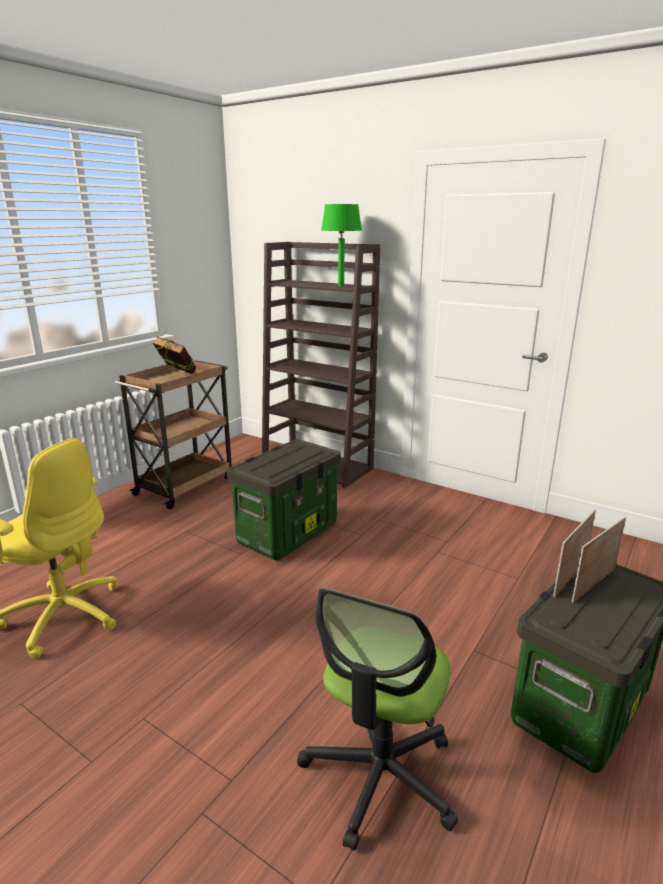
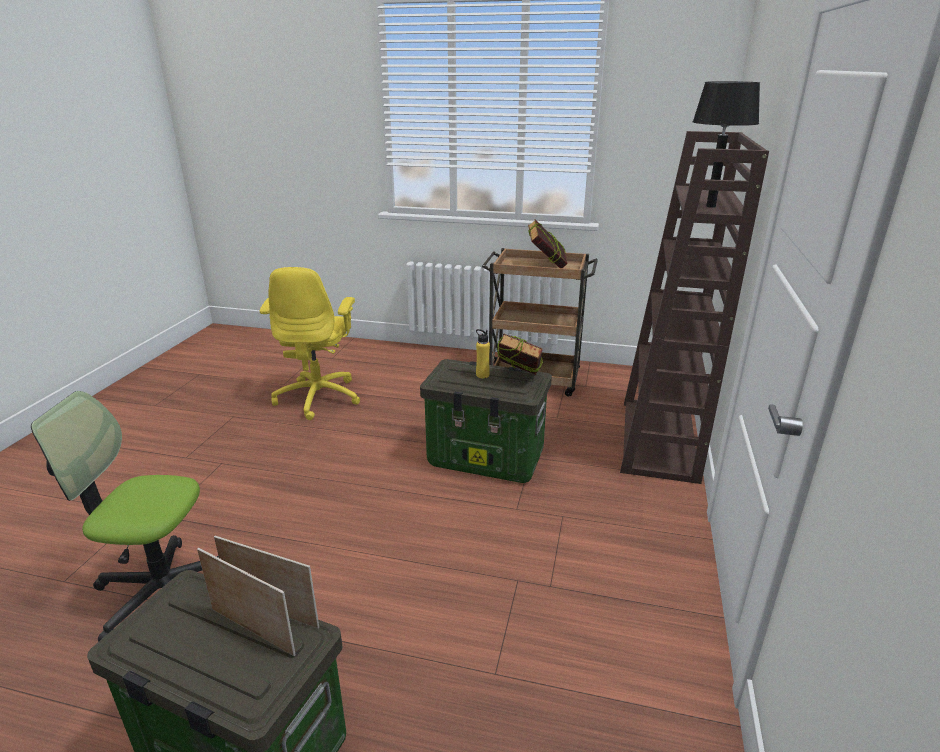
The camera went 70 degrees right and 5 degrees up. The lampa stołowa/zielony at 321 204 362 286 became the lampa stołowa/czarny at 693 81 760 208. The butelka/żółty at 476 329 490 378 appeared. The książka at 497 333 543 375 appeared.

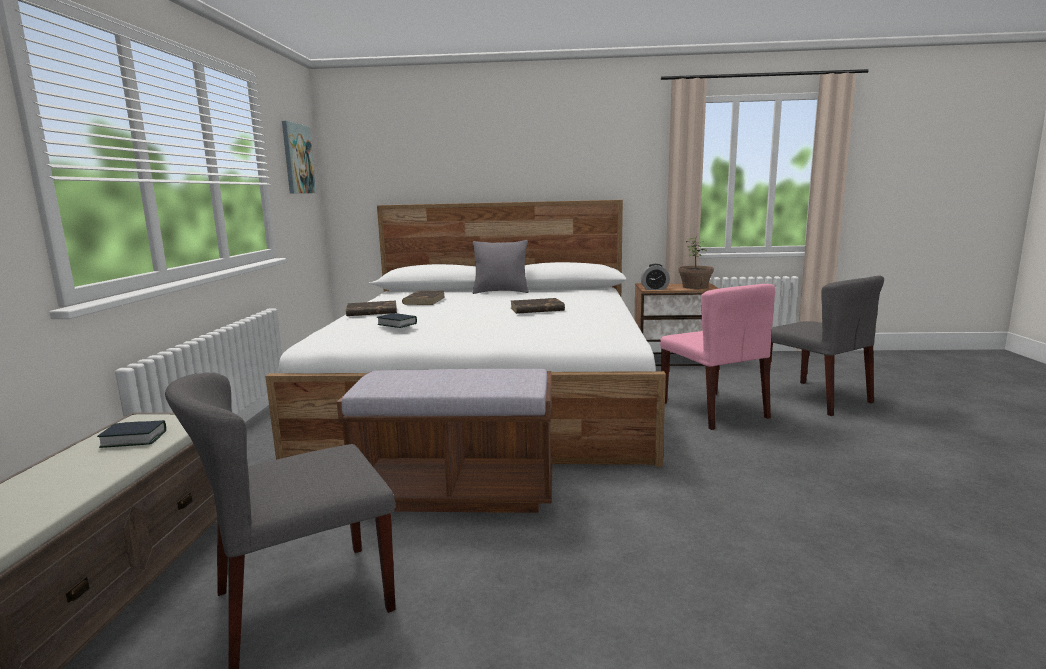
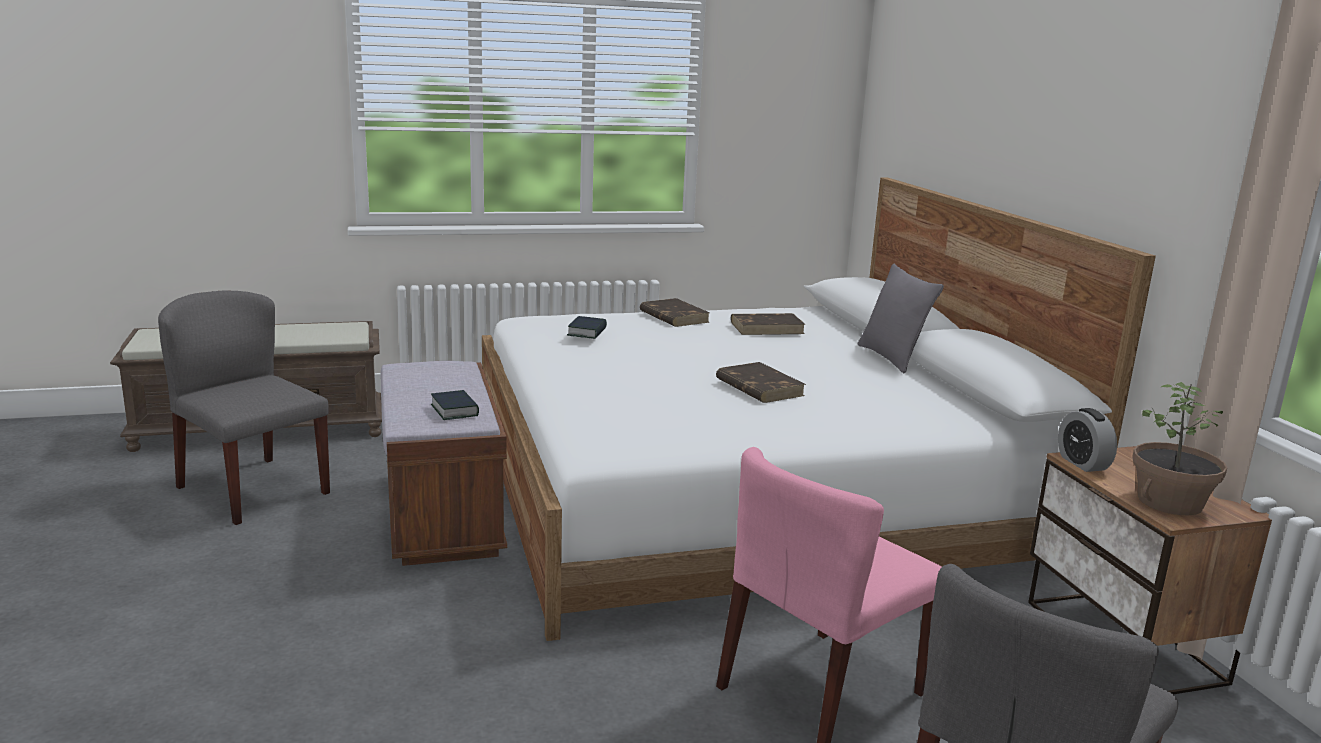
The camera went 70 degrees right and 5 degrees up. The książka moved from 97 420 166 448 to 431 390 479 420. The obraz at 282 121 316 194 disappeared.

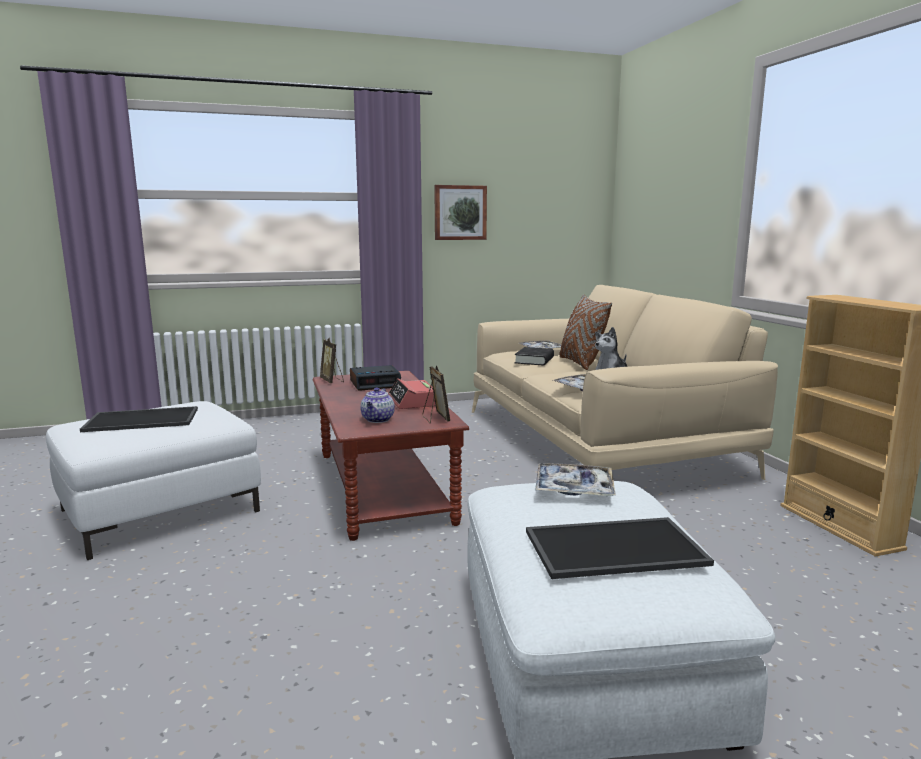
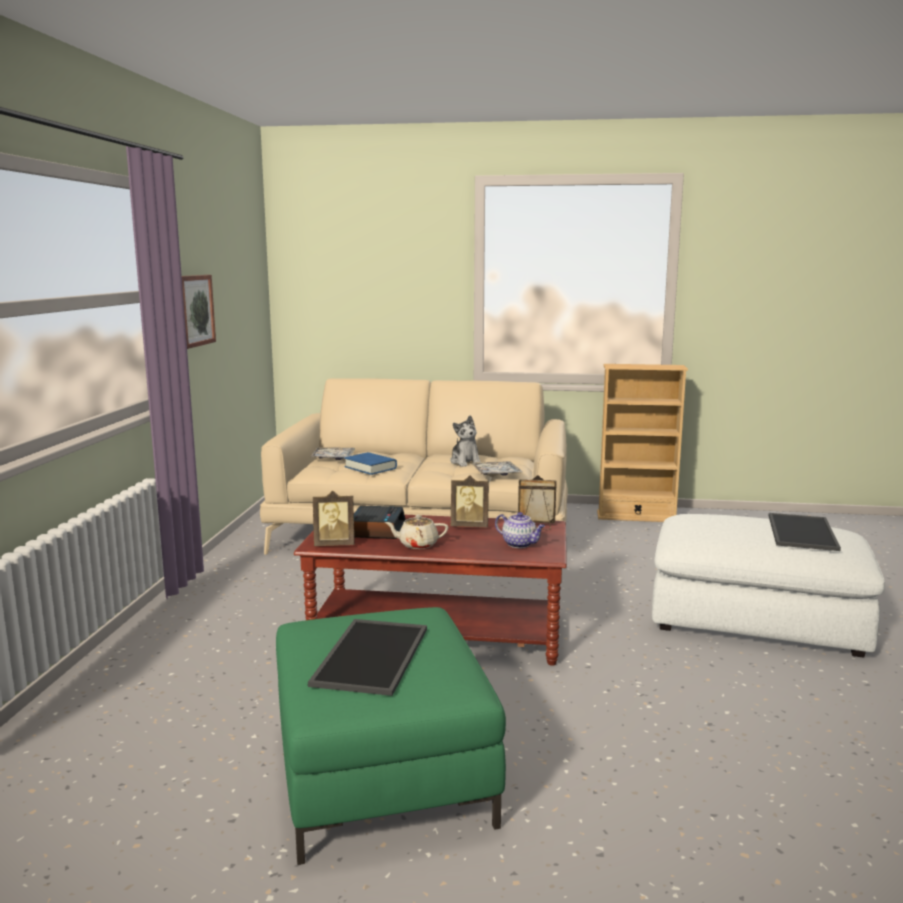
The camera went 65 degrees left and 0 degrees up. The pufa/biały at 46 401 261 560 became the pufa/zielony at 276 607 506 865. The budzik at 388 378 436 409 was replaced by the ramka na zdjęcie at 451 475 489 527. The książka/czarny at 515 347 554 365 became the książka/niebieski at 344 452 397 475. The taca at 535 463 616 496 disappeared. The poduszka/brązowy at 560 294 612 370 disappeared. The imbryk/beżowy at 384 515 448 549 appeared.

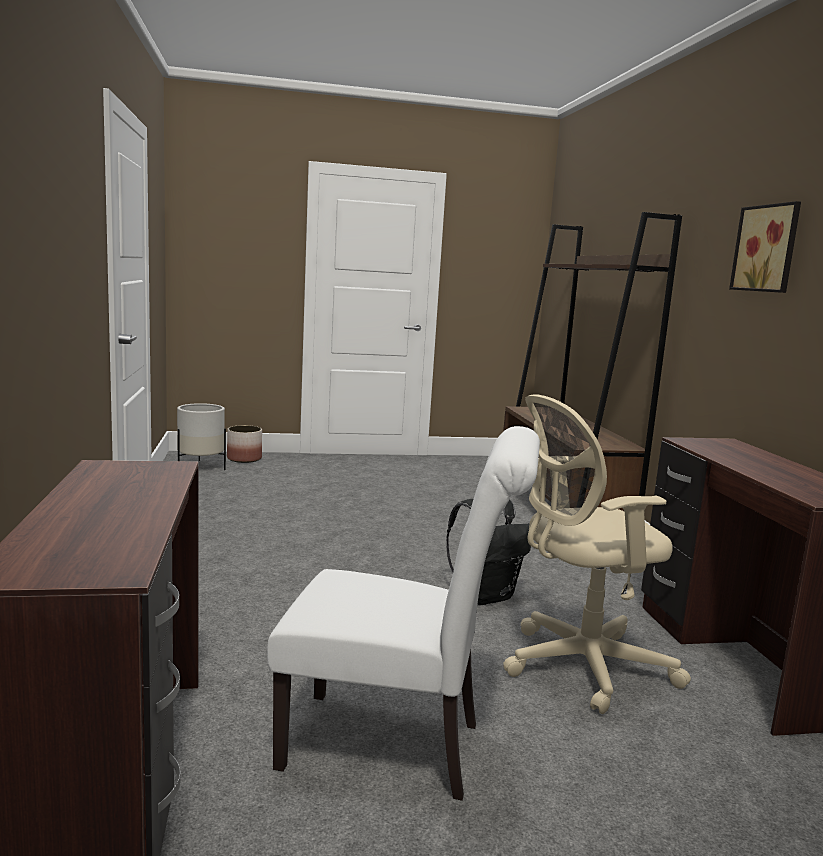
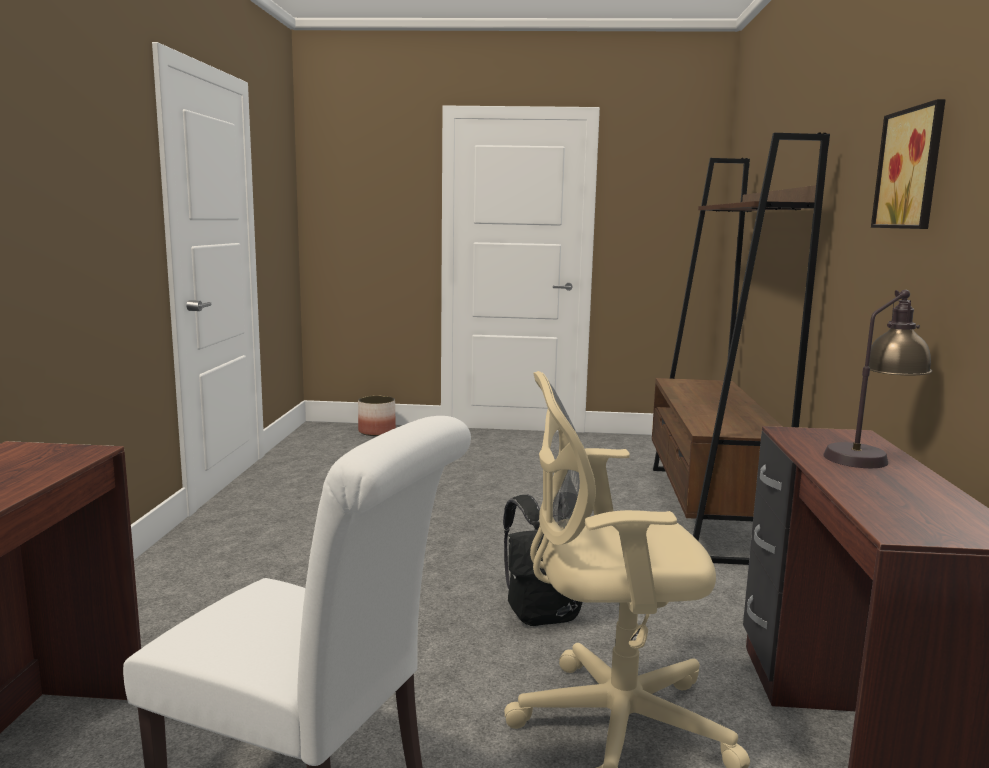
The camera went 15 degrees right and 0 degrees up. The donica/biały at 177 403 226 470 disappeared. The lampa stołowa at 823 290 932 468 appeared.

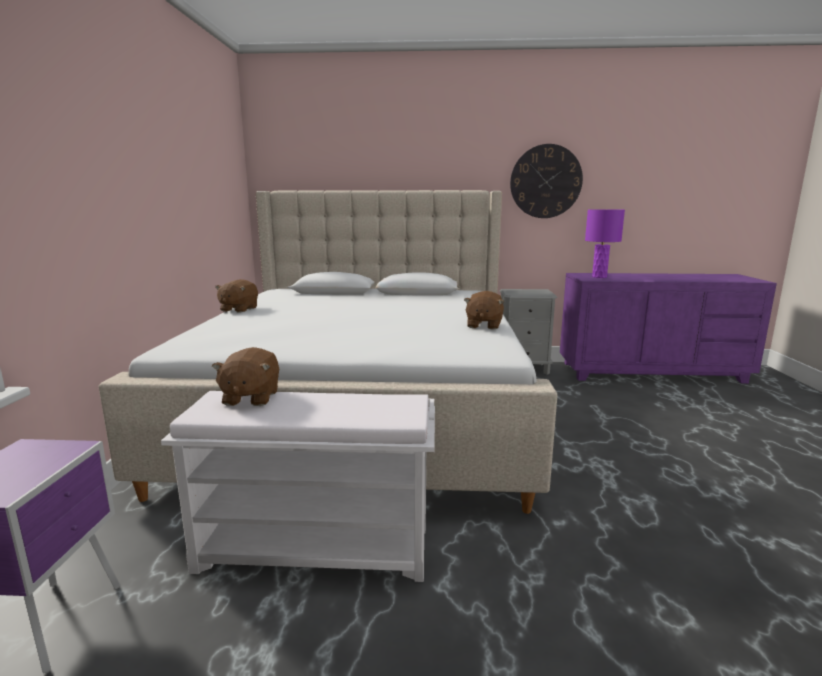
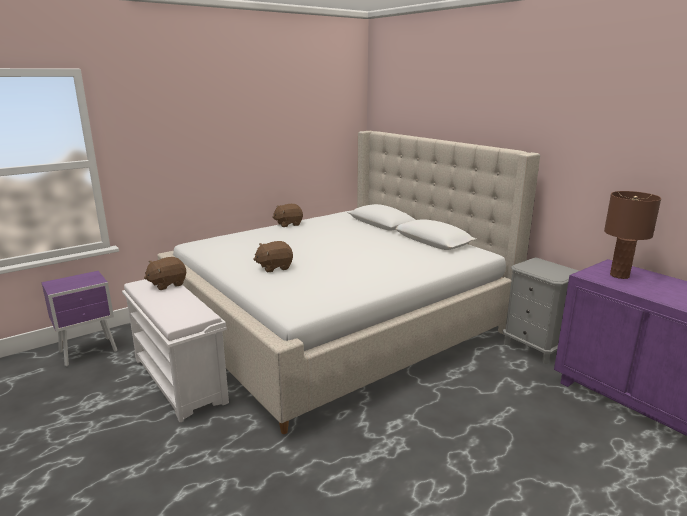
The camera went 50 degrees right and 5 degrees up. The pluszak/brązowy moved from 464 291 504 329 to 253 241 293 272. The zegar ścienny at 510 144 583 218 disappeared. The lampa stołowa/fioletowy at 585 209 625 278 became the lampa stołowa/brązowy at 604 191 661 279.

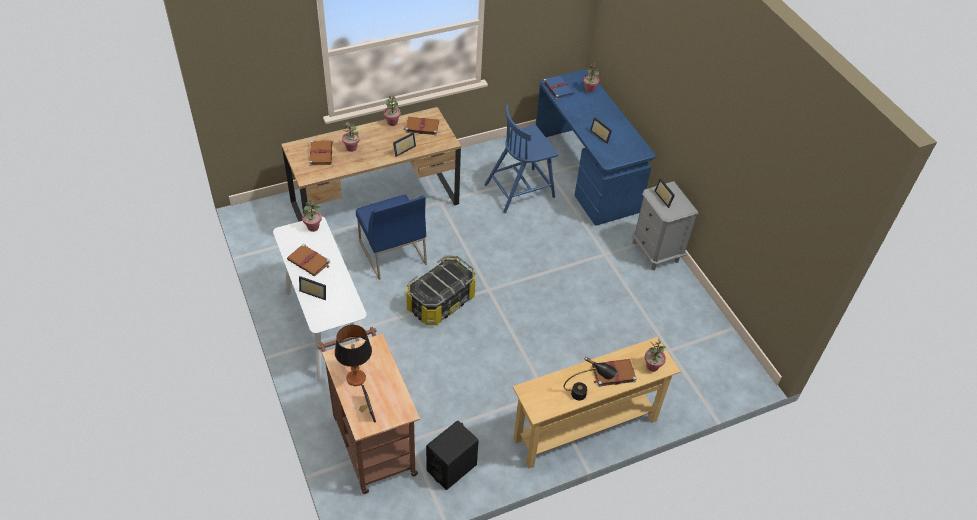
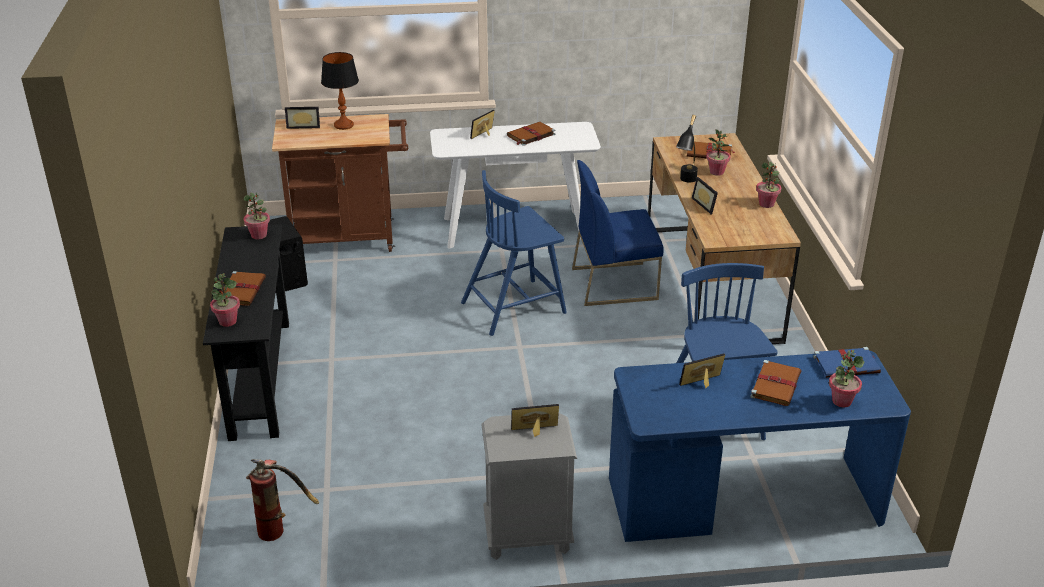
The camera went 110 degrees right and 15 degrees down. The roślina doniczkowa moved from 302 200 322 232 to 244 193 270 239. The książka/brązowy moved from 403 117 439 135 to 750 360 801 406. The pojemnik do przechowywania at 406 256 476 325 was replaced by the krzesło/niebieski at 461 170 567 336. The stolik konsolowy/beżowy at 513 337 681 469 became the stolik konsolowy/czarny at 203 224 289 441. The lampa stołowa/czarny moved from 564 357 617 401 to 676 115 698 183. The gaśnica at 246 459 319 541 appeared.

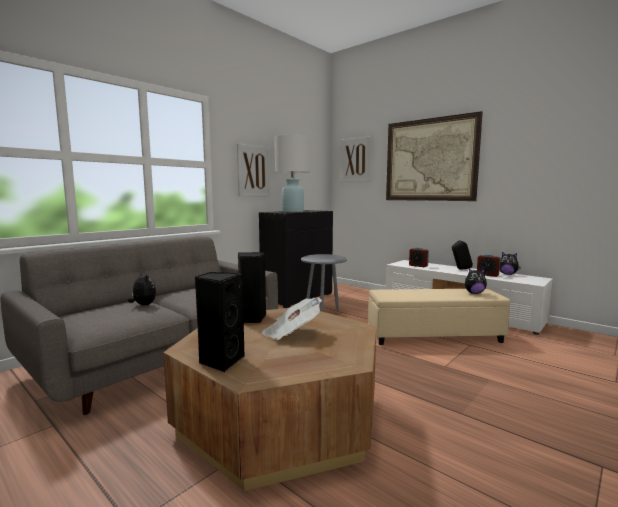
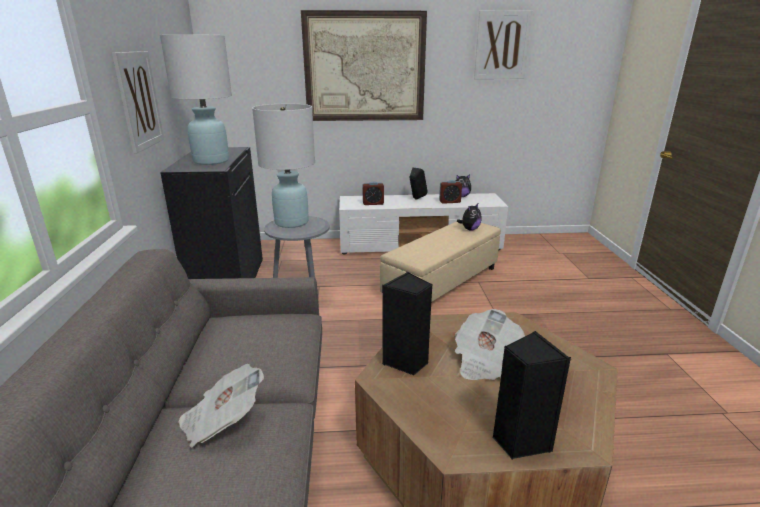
The camera went 45 degrees left and 15 degrees up. The pluszak at 128 272 156 305 was replaced by the gazeta at 178 364 264 448. The obraz moved from 341 136 372 182 to 474 10 532 79. The lampa stołowa/biały at 252 104 315 228 appeared.

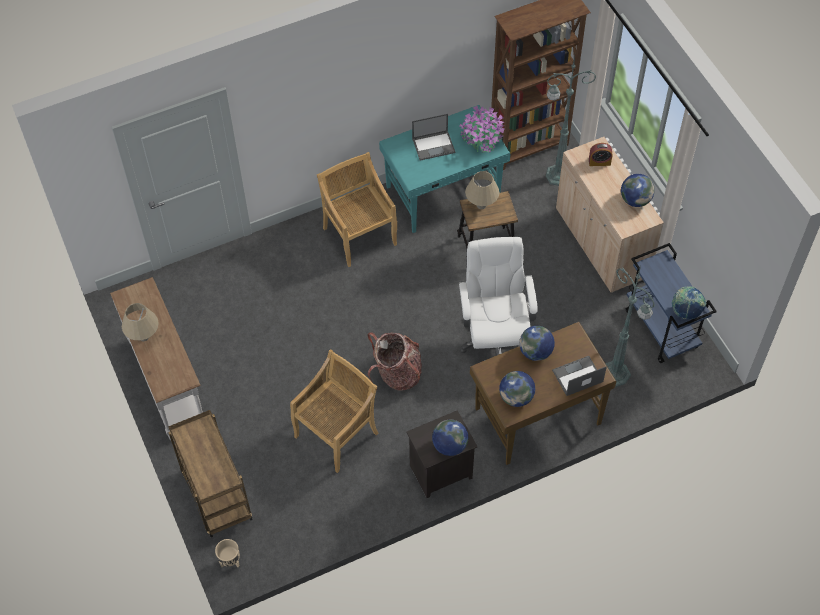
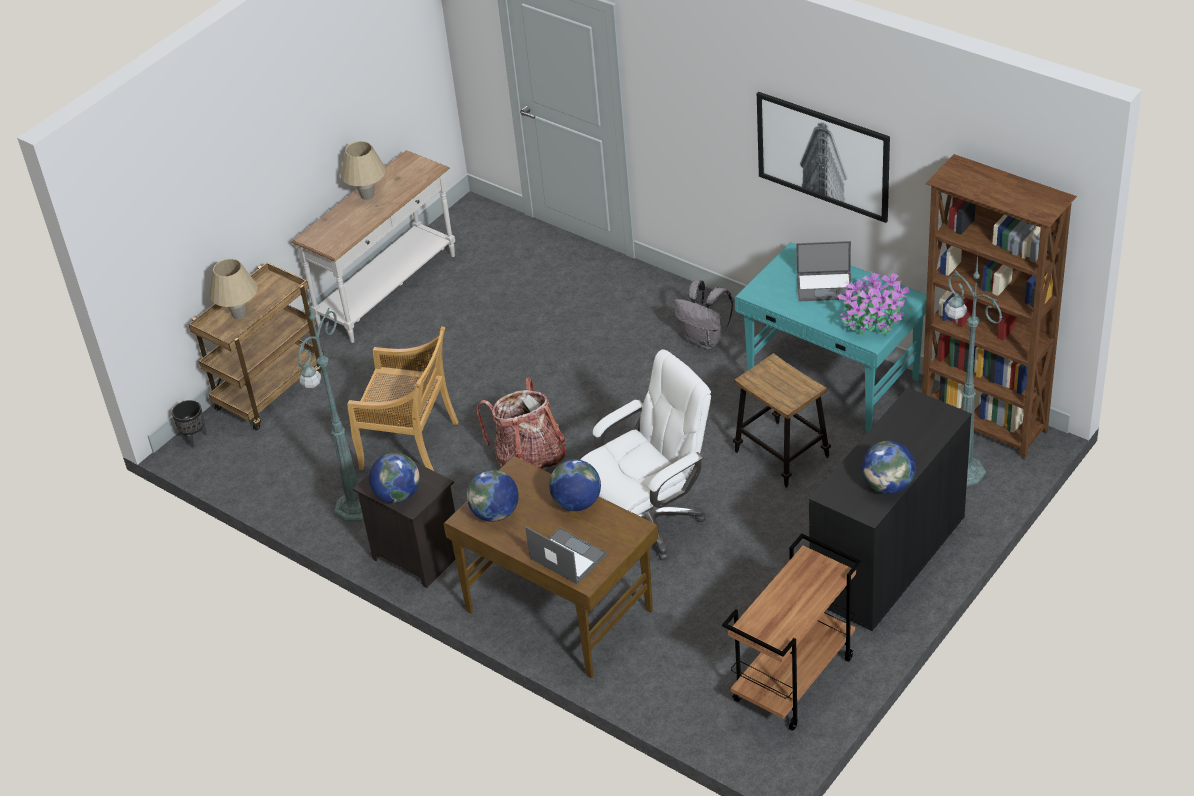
The camera went 65 degrees right and 15 degrees down. The donica/beżowy at 215 539 240 567 became the donica/czarny at 172 400 207 447. The krzesło/beżowy at 317 152 397 267 was replaced by the plecak/szary at 675 279 733 349. The laptop at 412 114 455 161 turned 45 degrees counterclockwise. The lampa stołowa/beżowy moved from 465 171 499 209 to 209 259 258 319. The szafka/beżowy at 556 137 664 293 became the szafka/czarny at 809 387 972 632. The budzik at 589 143 613 166 disappeared. The lampa stojąca/zielony moved from 605 266 655 387 to 297 295 364 522. The wózek/niebieski at 626 243 717 363 became the wózek/brązowy at 722 533 862 731. The globus at 672 286 706 319 disappeared. The obraz at 757 92 890 223 appeared.

